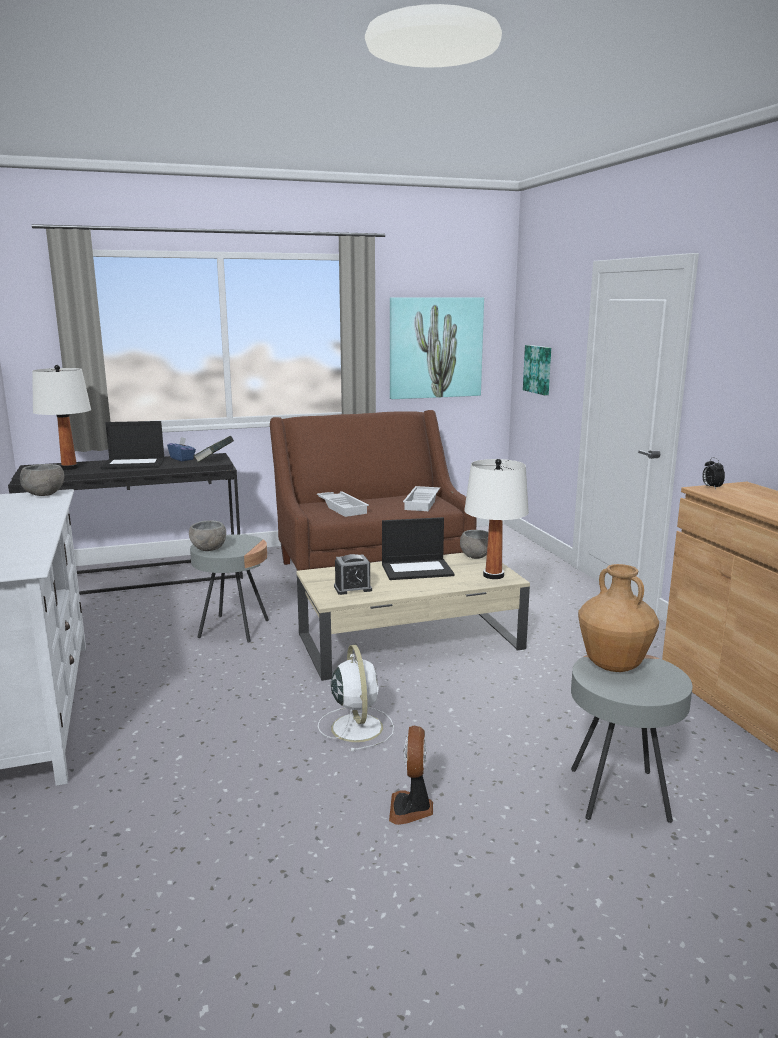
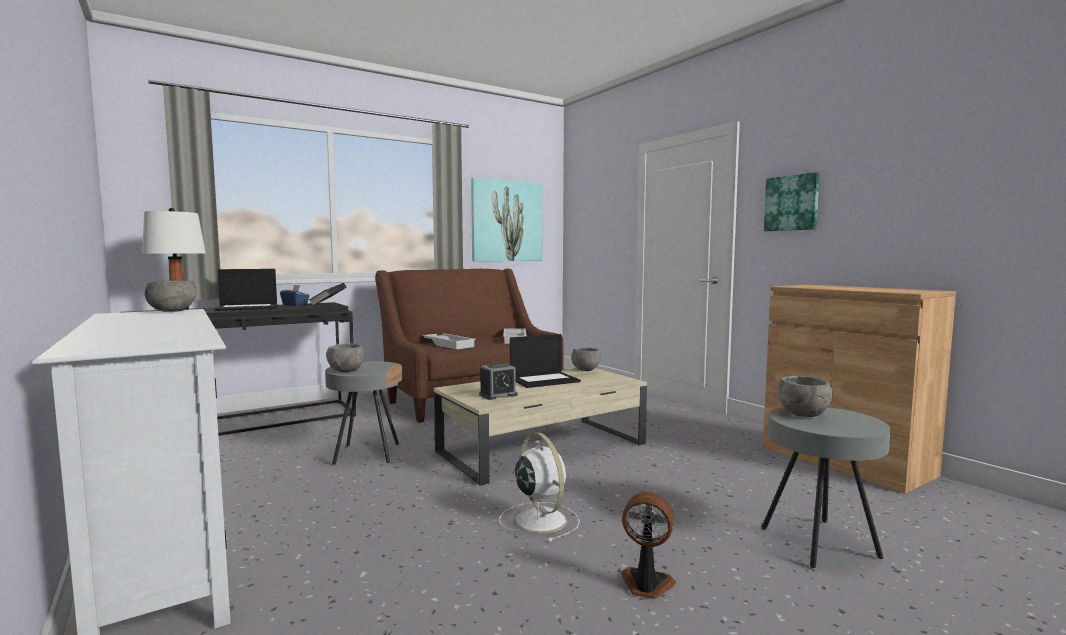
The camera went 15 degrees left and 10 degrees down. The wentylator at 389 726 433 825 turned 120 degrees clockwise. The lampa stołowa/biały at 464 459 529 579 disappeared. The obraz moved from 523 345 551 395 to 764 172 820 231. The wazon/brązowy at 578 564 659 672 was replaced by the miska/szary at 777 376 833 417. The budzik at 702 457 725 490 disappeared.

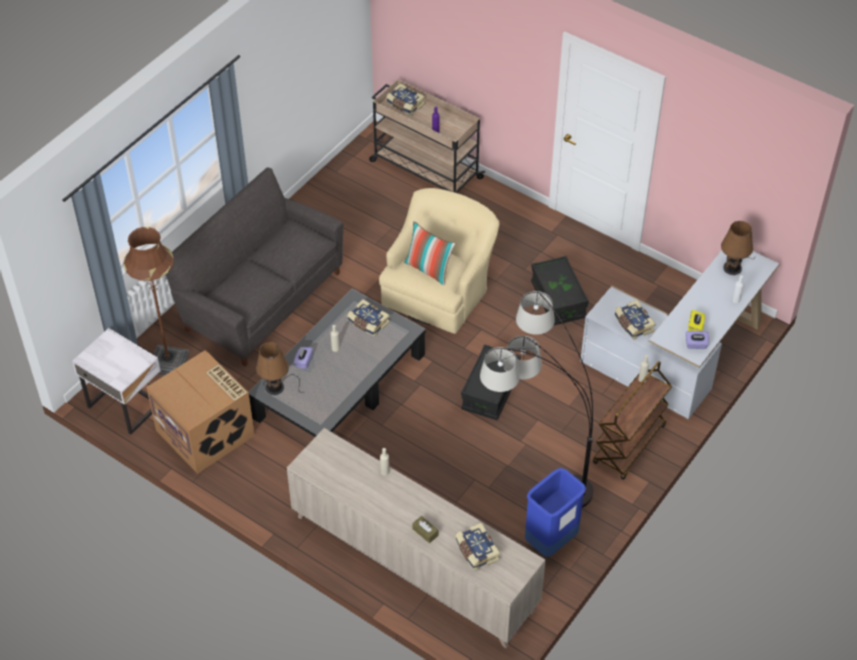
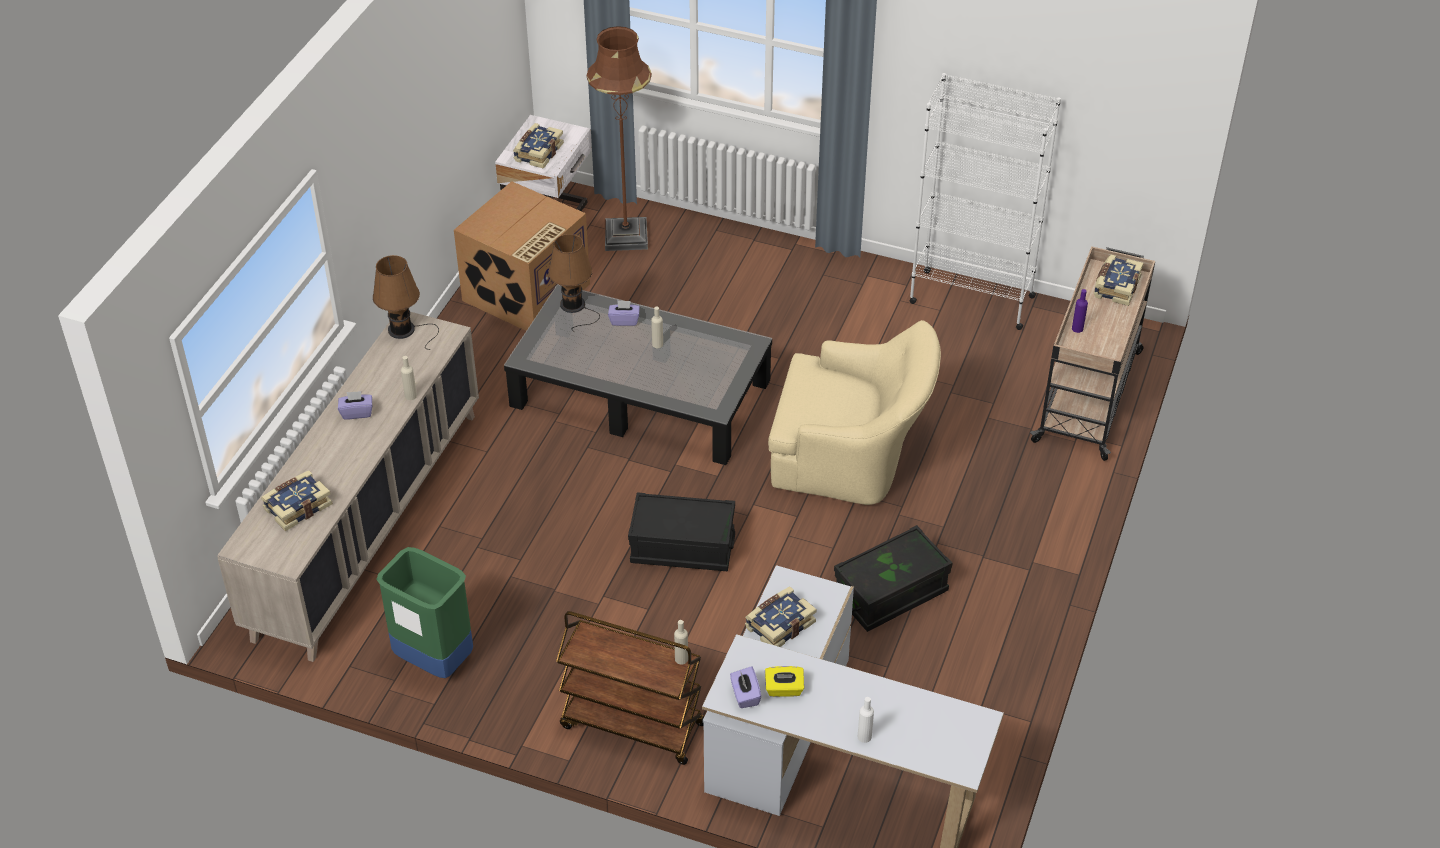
The camera went 75 degrees right and 5 degrees down. The kanapa/szary at 166 167 344 366 disappeared. The książka moved from 347 299 390 337 to 513 123 564 169. The poduszka at 404 221 455 286 disappeared. The pudełko chusteczek/brązowy at 412 516 438 543 disappeared. The lampa stojąca at 480 291 593 508 disappeared. The kosz na śmieci/niebieski at 525 468 586 557 became the kosz na śmieci/zielony at 376 547 473 678. The lampa stołowa/brązowy moved from 721 221 755 275 to 373 255 439 350. The pudełko chusteczek/fioletowy at 338 391 372 420 appeared. The regał/biały at 909 73 1061 330 appeared.

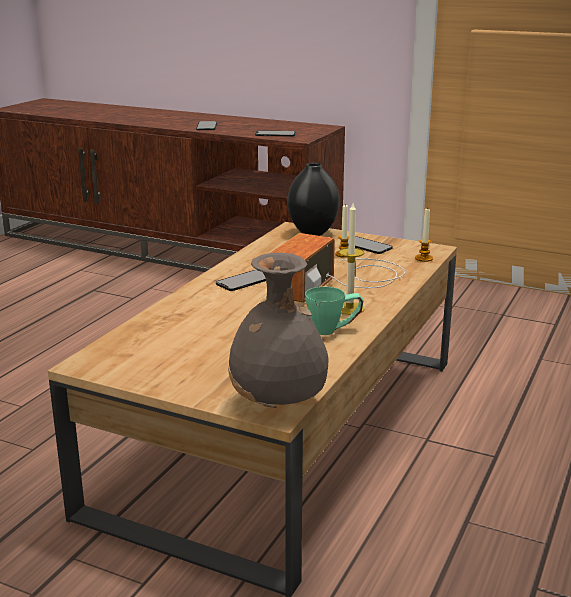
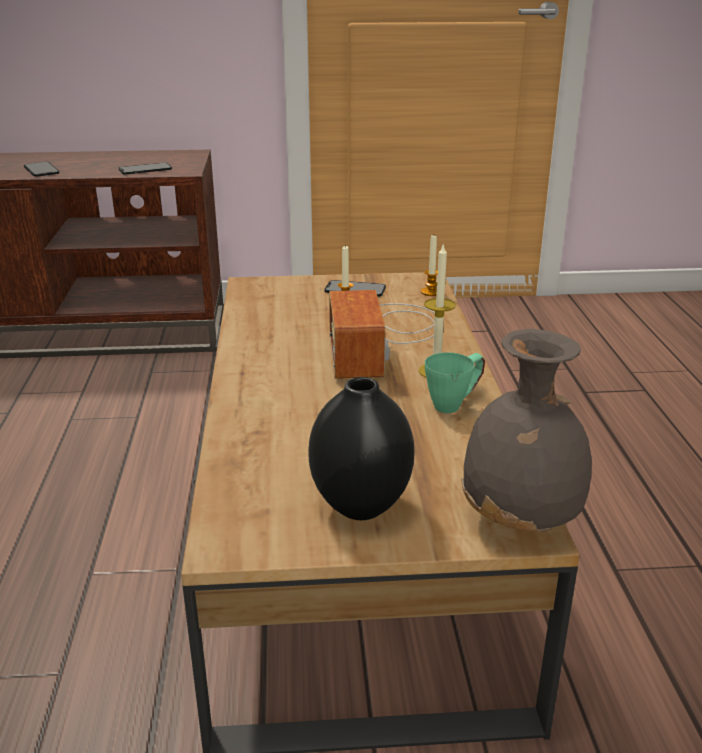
The camera went 30 degrees left and 5 degrees up. The telefon at 216 270 266 291 disappeared. The wazon/czarny moved from 288 163 339 236 to 308 377 415 520.

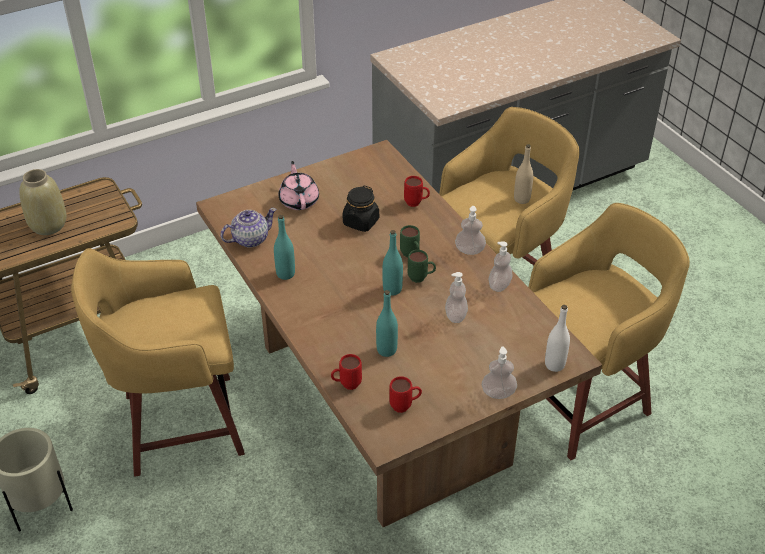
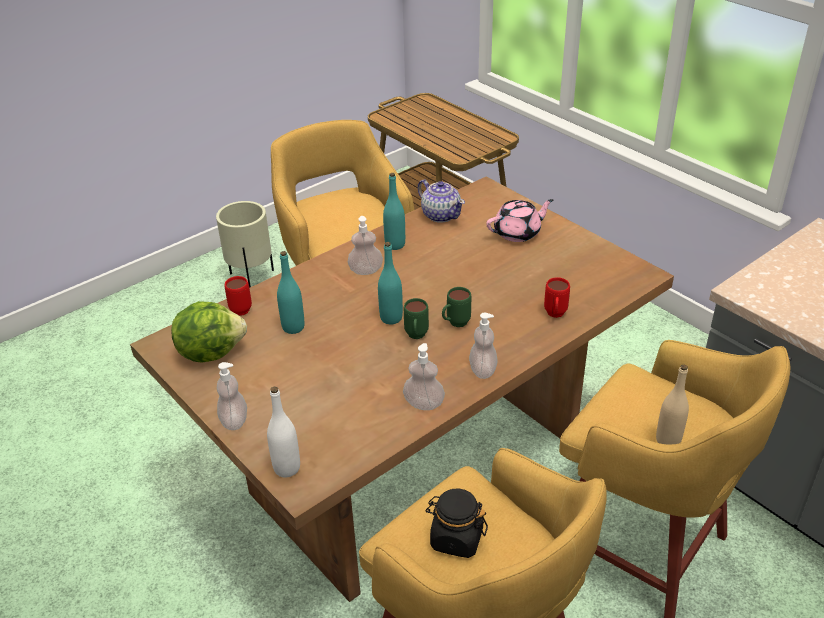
The camera went 80 degrees right and 5 degrees down. The wazon/beżowy at 19 169 66 235 disappeared. The słoik/czarny moved from 343 186 379 232 to 425 488 488 558. The kubek/czerwony at 389 376 422 413 was replaced by the sałata at 171 301 247 363. The dozownik mydła moved from 445 272 468 323 to 348 216 383 275.

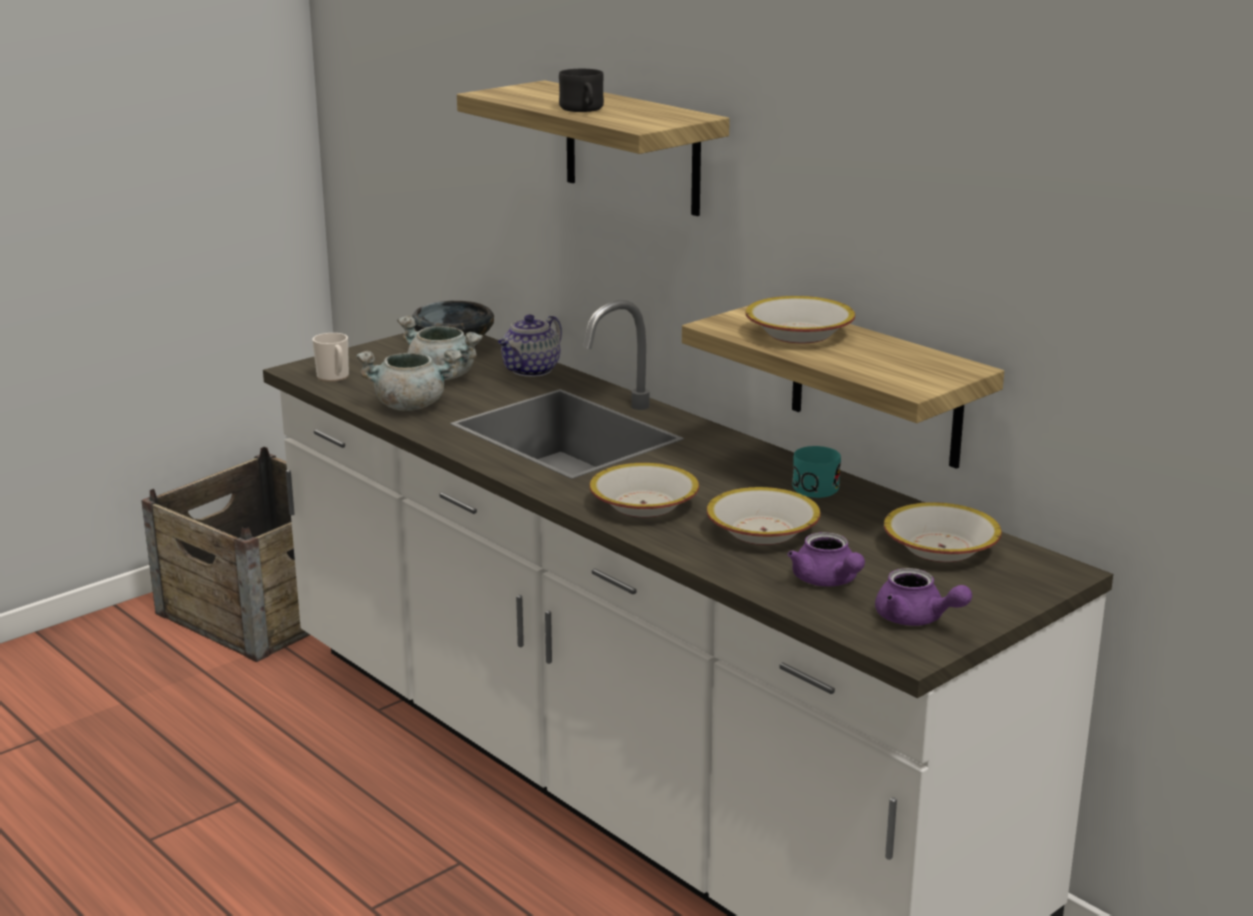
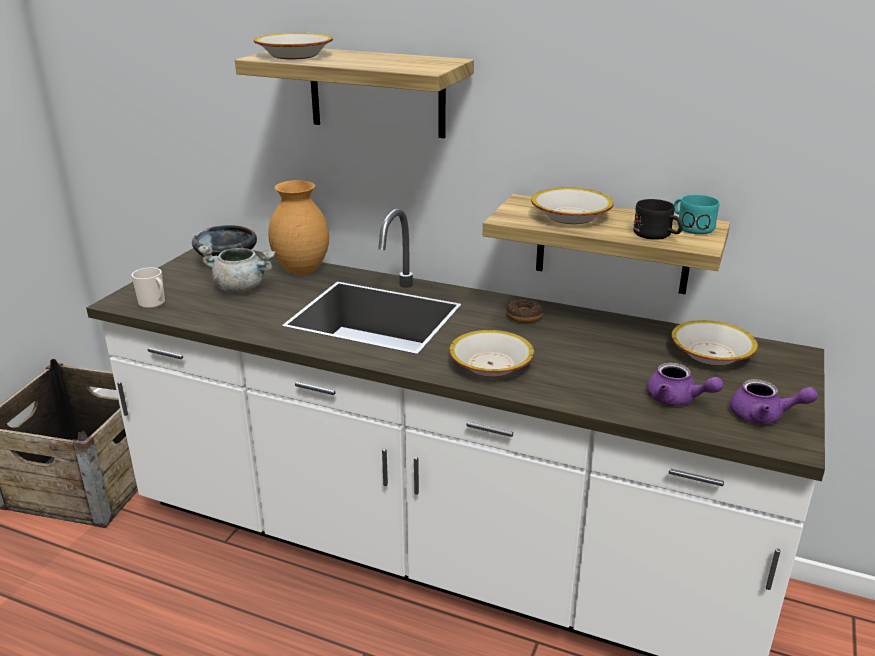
The camera went 25 degrees left and 5 degrees up. The garnek/szary at 356 349 462 411 disappeared. The imbryk at 498 314 562 377 was replaced by the wazon/brązowy at 268 180 329 275. The kubek/czarny moved from 559 69 604 112 to 633 199 683 240. The miska moved from 707 487 821 545 to 254 33 333 59. The kubek/turkusowy moved from 792 446 841 498 to 674 194 720 234. The donut at 506 299 543 323 appeared.

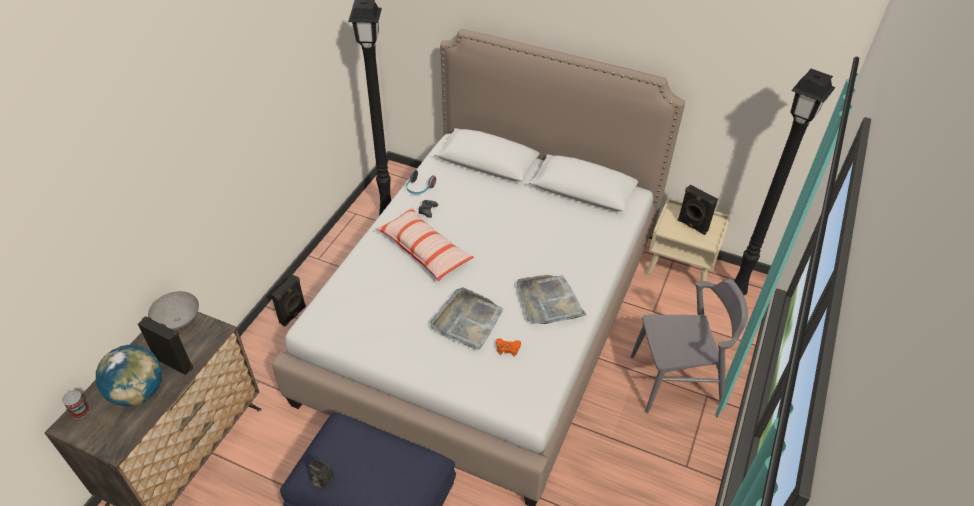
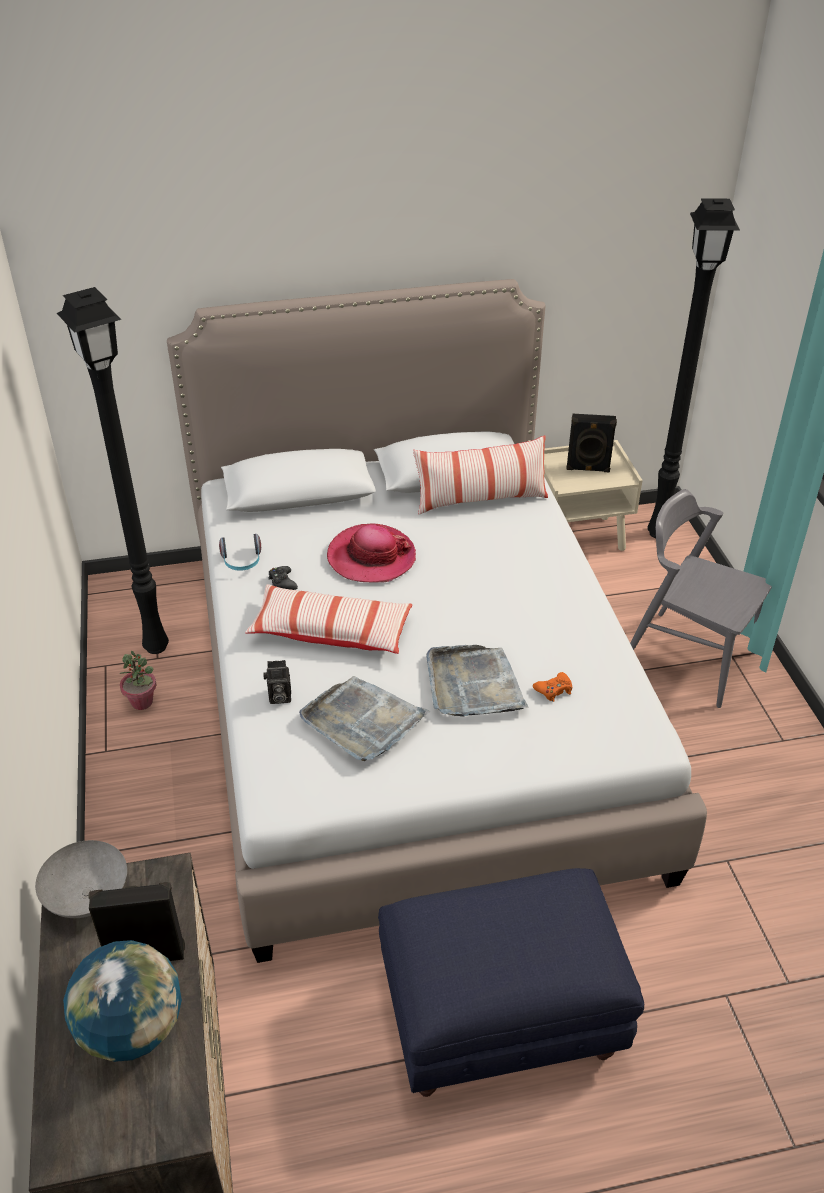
The camera went 35 degrees left and 5 degrees down. The puszka at 62 390 90 419 disappeared. The głośnik/czarny at 271 275 306 327 disappeared. The aparat fotograficzny moved from 309 458 334 489 to 263 660 291 704. The taca/szary moved from 517 275 586 324 to 299 676 430 761. The krzesło/szary at 631 278 748 413 turned 105 degrees counterclockwise. The roślina doniczkowa at 119 651 156 710 appeared. The kapelusz at 327 524 416 582 appeared. The poduszka at 413 435 548 515 appeared.

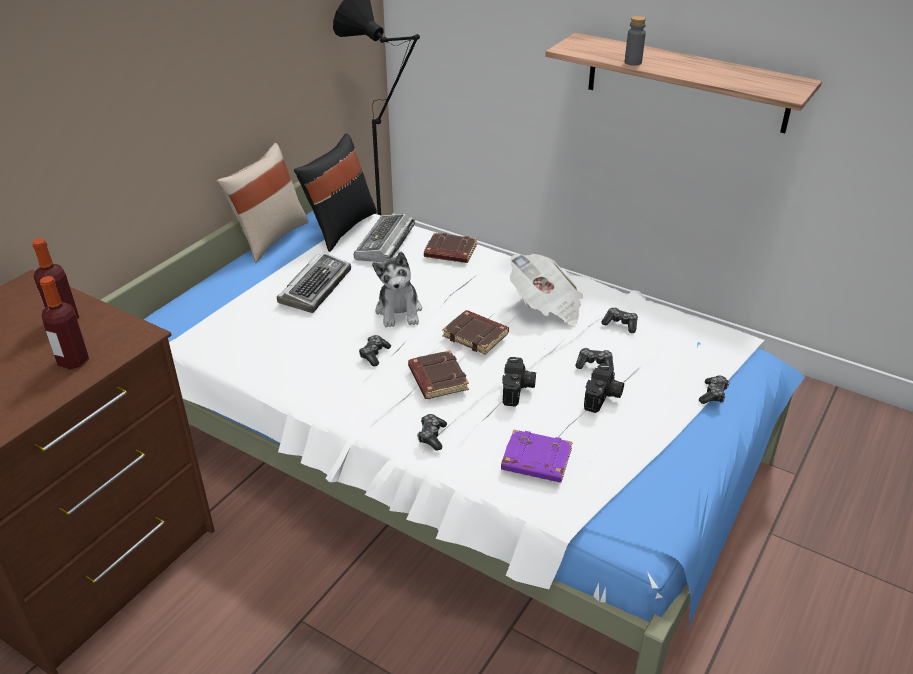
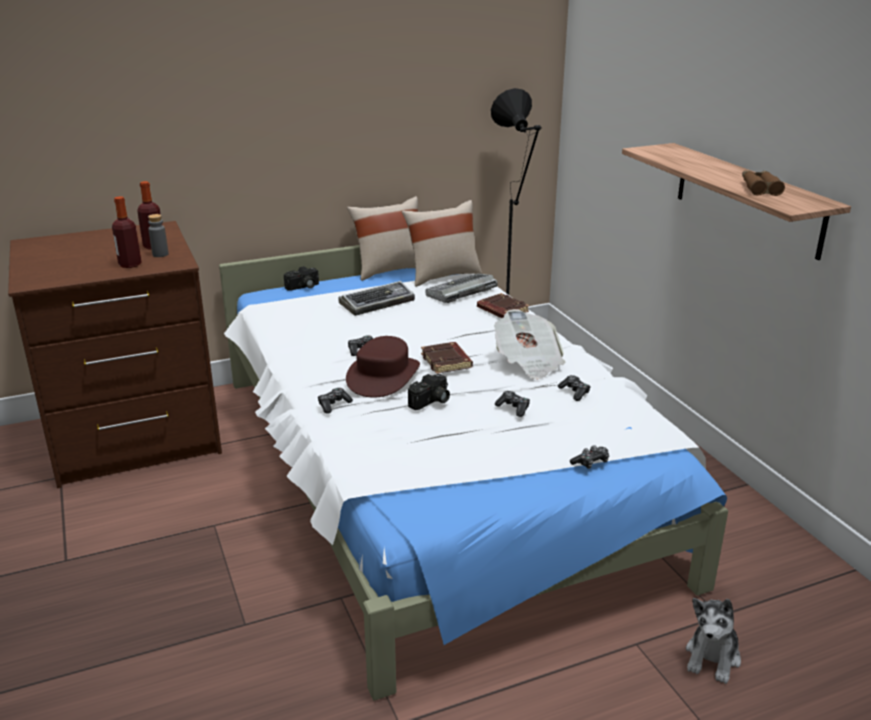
The camera went 35 degrees right and 10 degrees down. The poduszka/czarny at 294 133 377 252 became the poduszka/beżowy at 402 200 482 287. The pluszak moved from 372 251 422 328 to 686 598 741 684. The książka/brązowy at 408 350 469 399 was replaced by the kapelusz/brązowy at 346 336 420 397. The książka/fioletowy at 501 430 573 483 disappeared. The aparat fotograficzny moved from 584 363 624 413 to 284 266 319 291. The butelka/szary moved from 625 16 646 66 to 148 214 168 257. The lornetka/brązowy at 742 170 785 196 appeared.

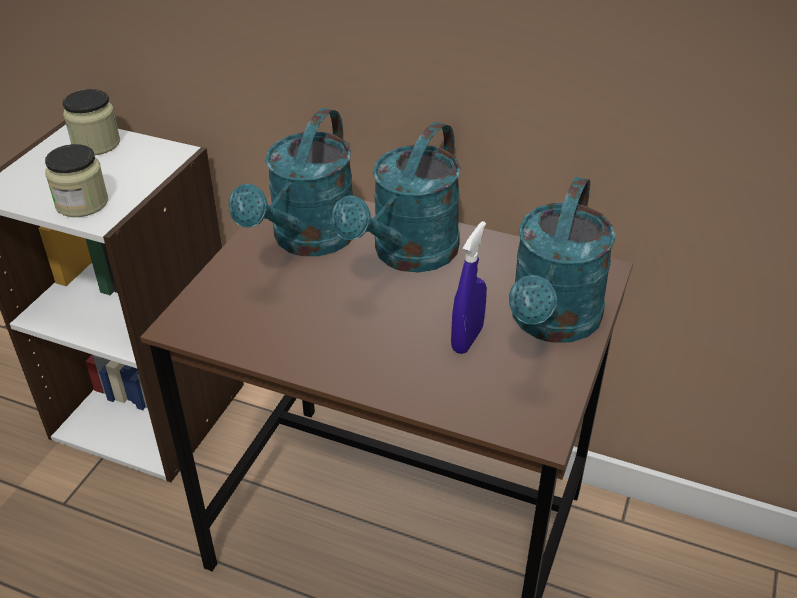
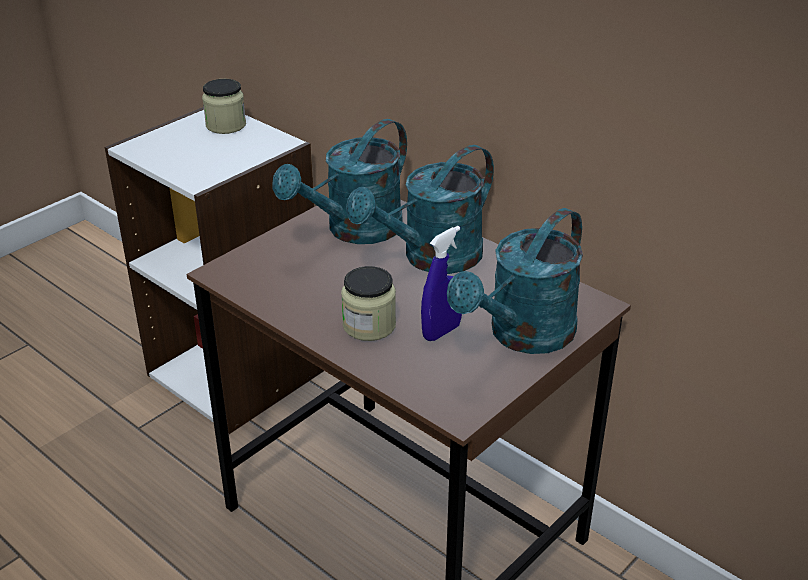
The camera went 20 degrees right and 5 degrees down. The słoik moved from 45 144 108 217 to 341 266 396 341.

